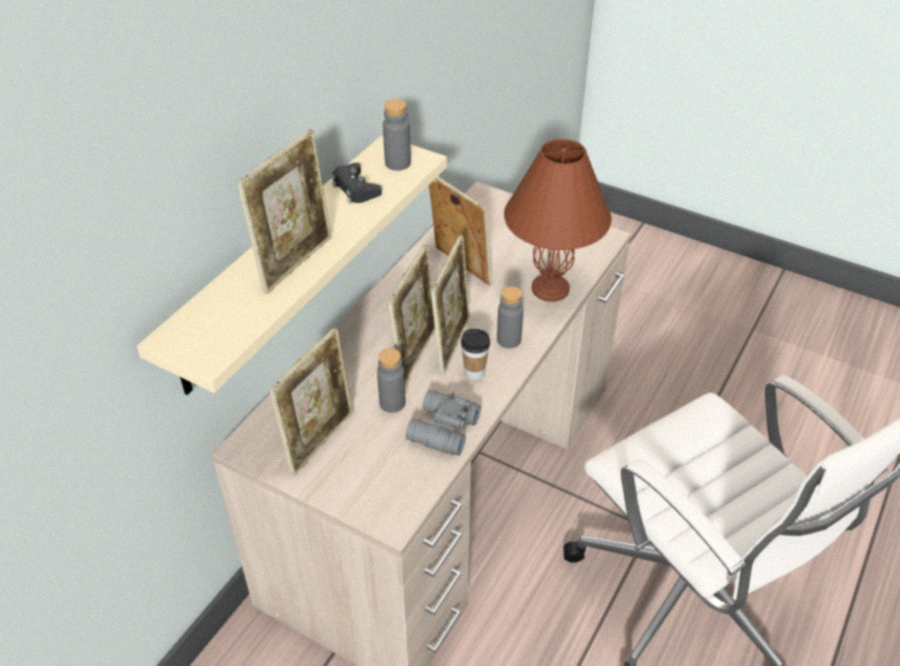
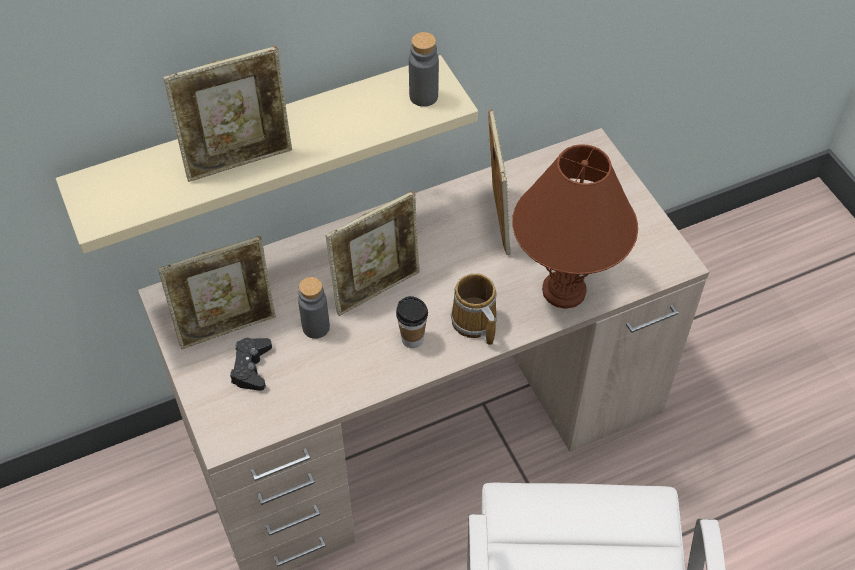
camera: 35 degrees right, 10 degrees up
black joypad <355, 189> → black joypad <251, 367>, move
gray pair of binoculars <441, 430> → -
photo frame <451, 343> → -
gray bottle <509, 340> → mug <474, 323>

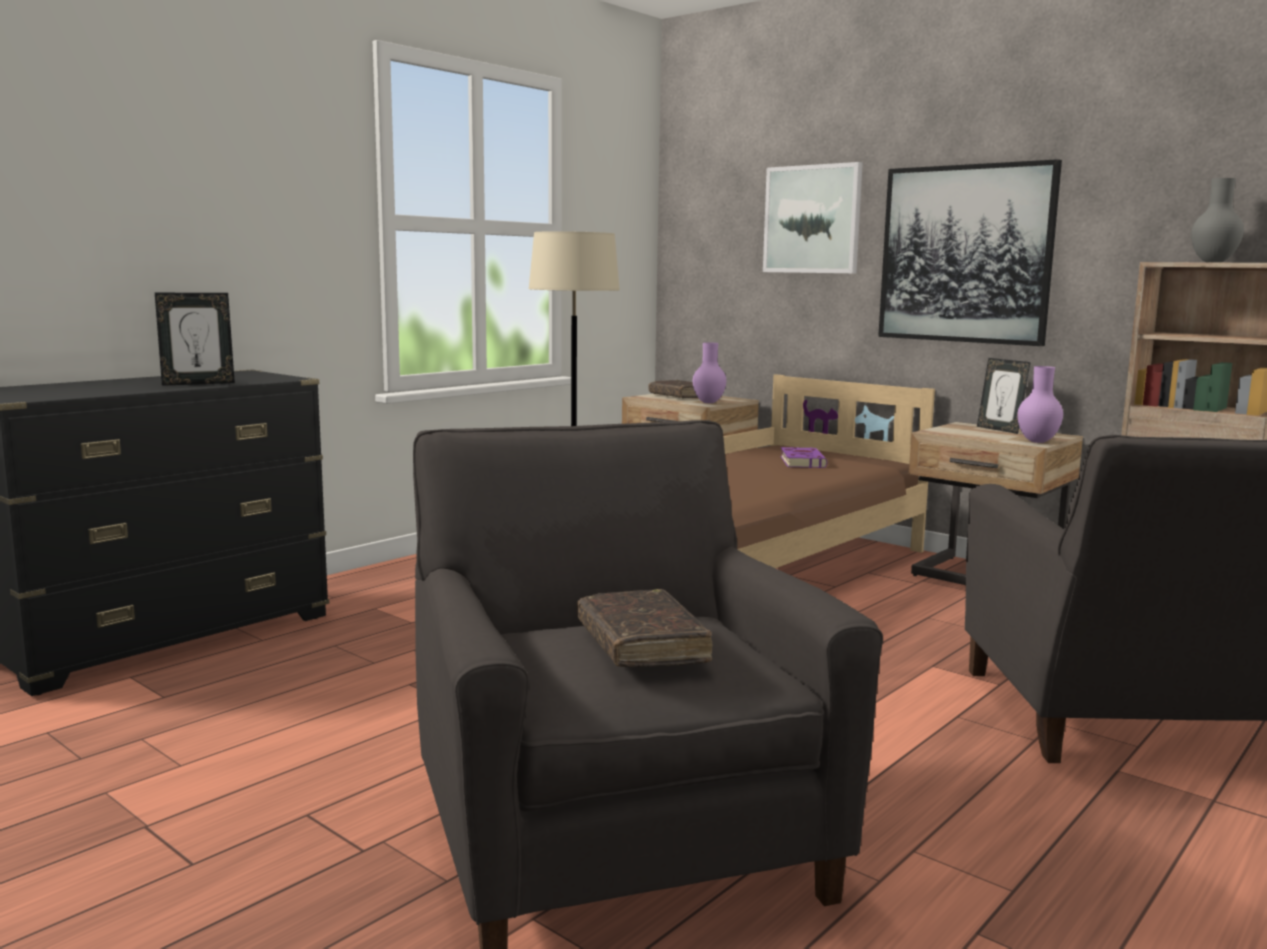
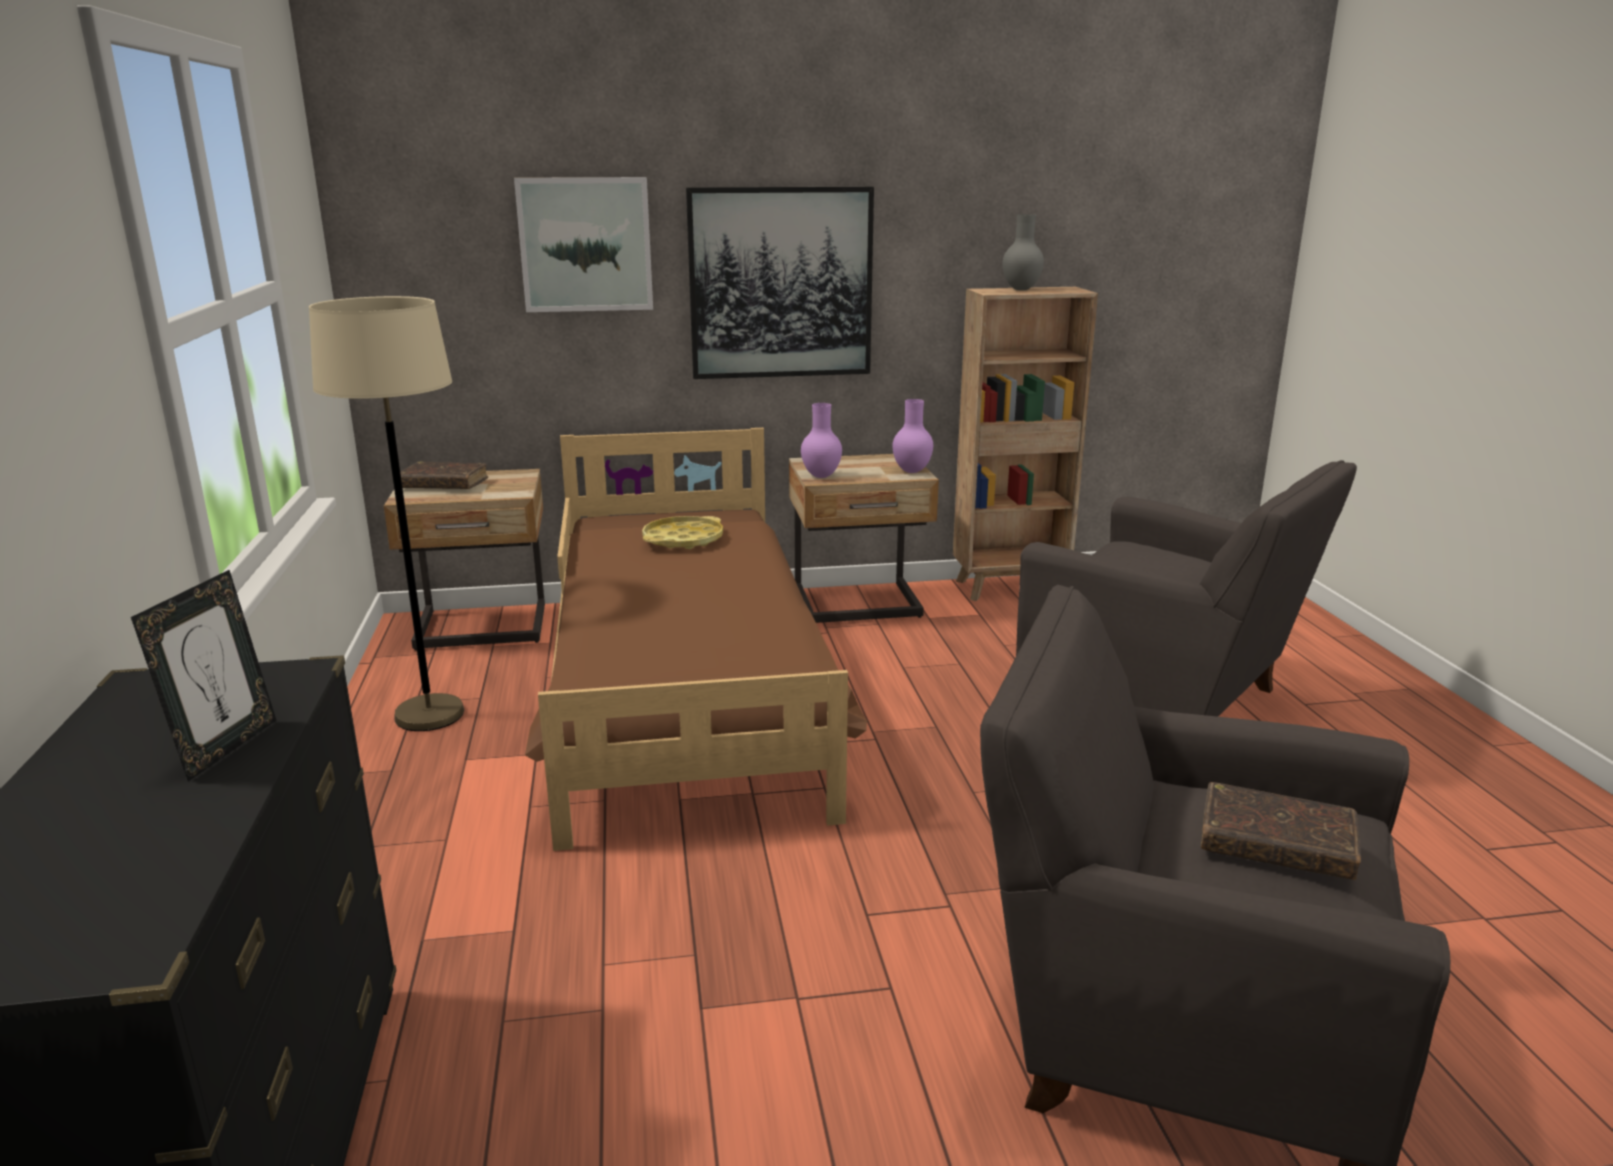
camera: 50 degrees left, 10 degrees up
purplish vase <708, 402> → purplish vase <821, 476>, move
purplish volume <802, 462> → yellowish tray <683, 540>
photo frame <1000, 429> → -

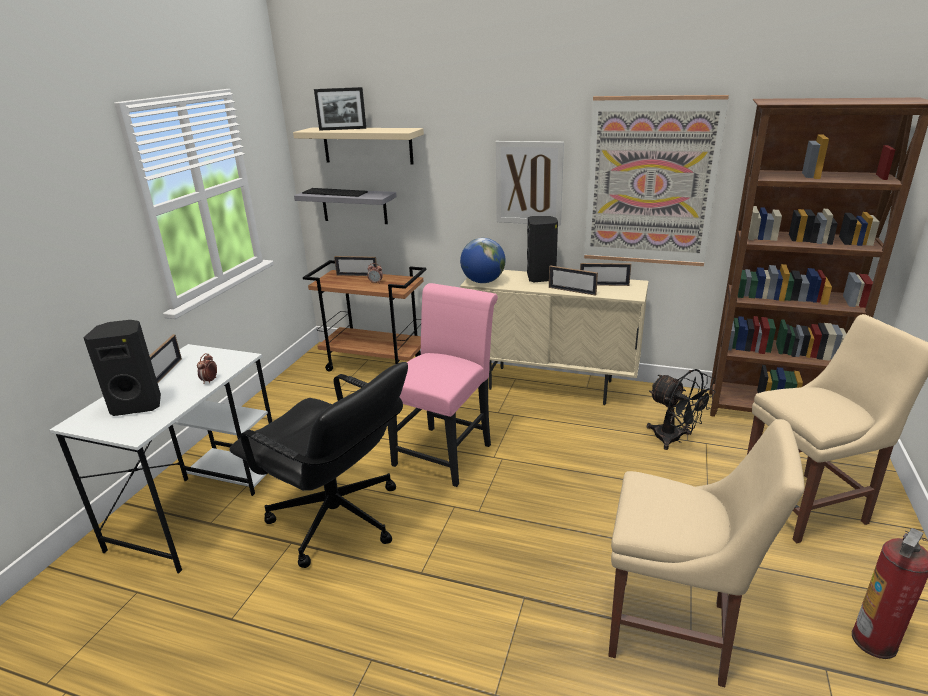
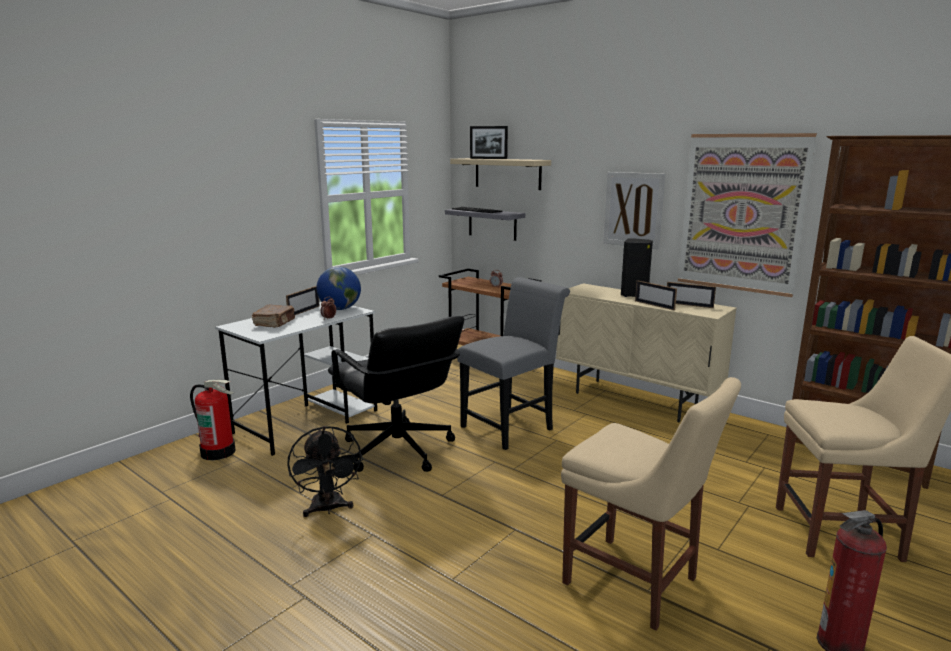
camera: 20 degrees right, 10 degrees down
black loudspeaker <138, 405> → brownish volume <275, 323>
photo frame <357, 275> → -
pink-coloured plain chair <446, 451> → gray plain chair <511, 426>
world globe <483, 281> → world globe <340, 309>, move
black fan <674, 439> → black fan <328, 509>, move
- → fire extinguisher <218, 452>

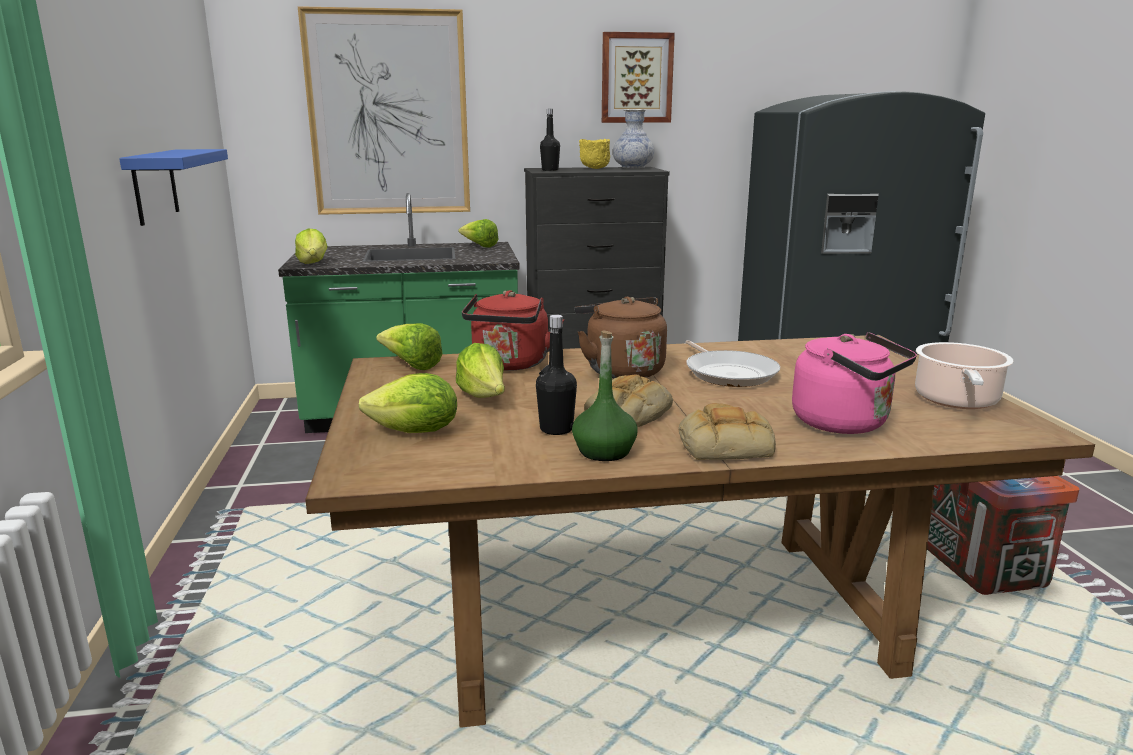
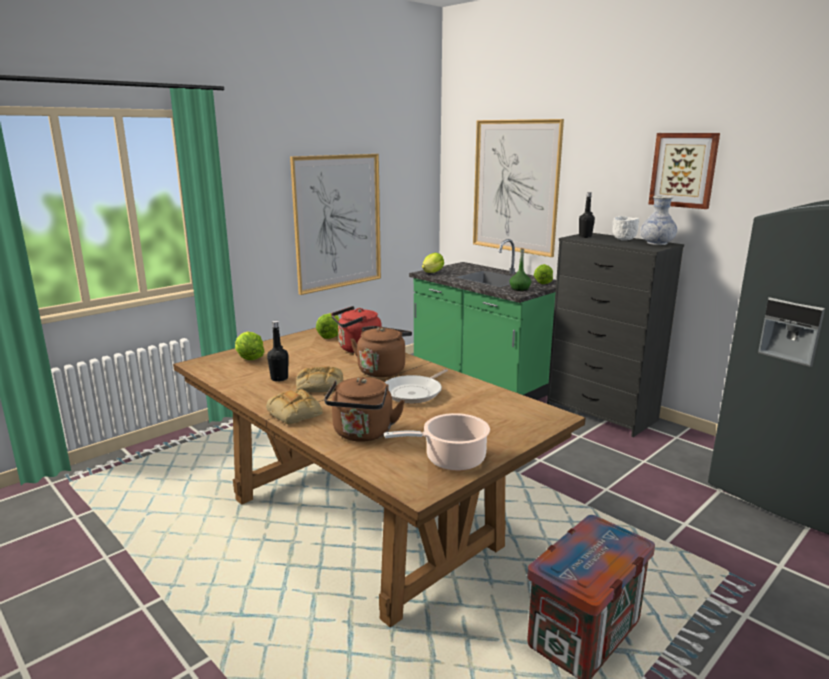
camera: 55 degrees right, 0 degrees up
blue-coloured wall shelf <155, 186> → wall art <338, 222>
head of lettuce <484, 398> → -
green-coloured bottle <604, 451> → green-coloured bottle <520, 289>, move
yellowish serving bowl <595, 168> → whitish serving bowl <624, 240>
pink-coloured tea kettle <845, 424> → brownish tea kettle <362, 434>

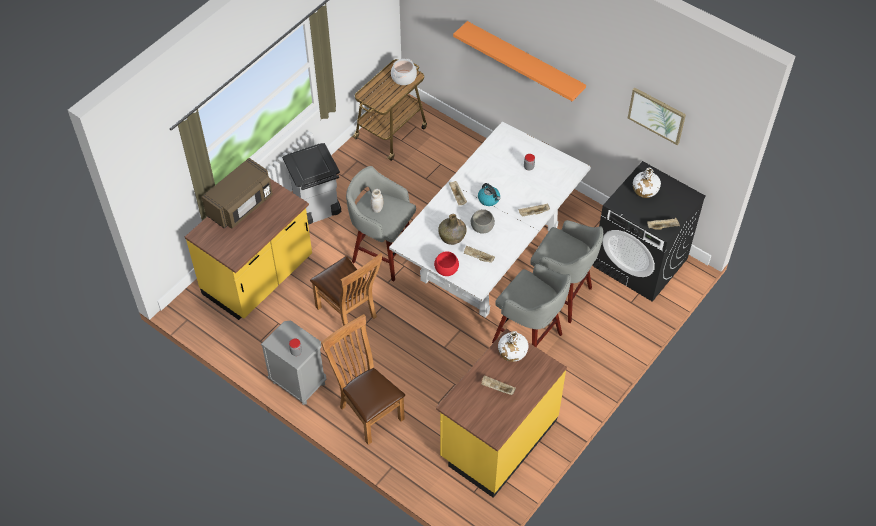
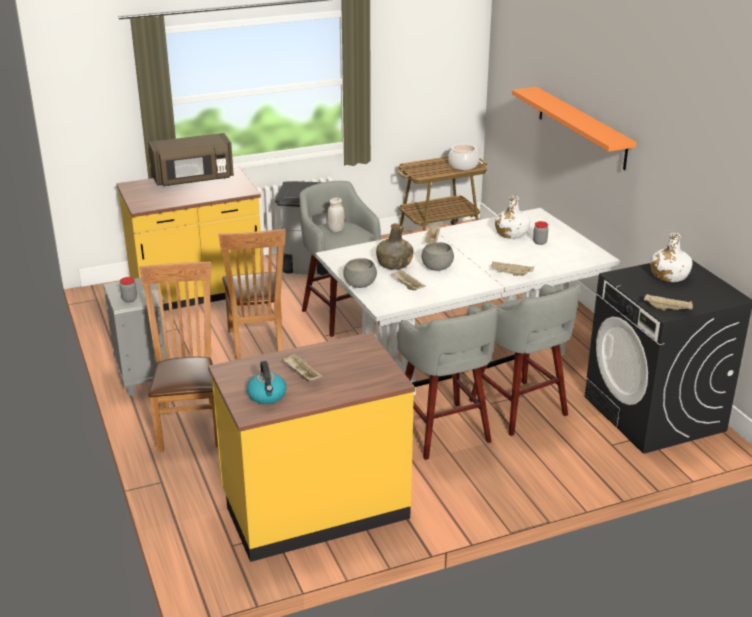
camera: 30 degrees right, 25 degrees down
red-coloured serving bowl <446, 269> → gray serving bowl <360, 284>
tea kettle <489, 199> → tea kettle <267, 396>, move
whitish bottle <512, 352> → whitish bottle <511, 234>, move
wall art <657, 115> → -

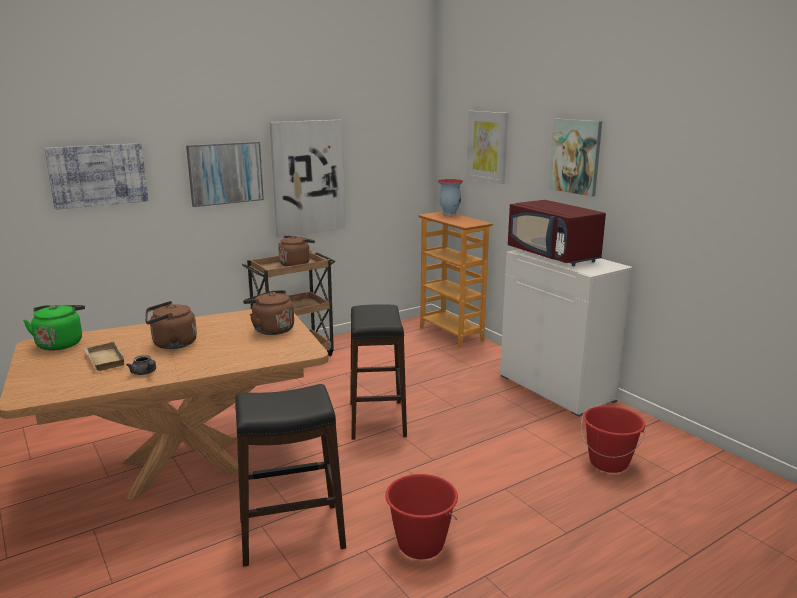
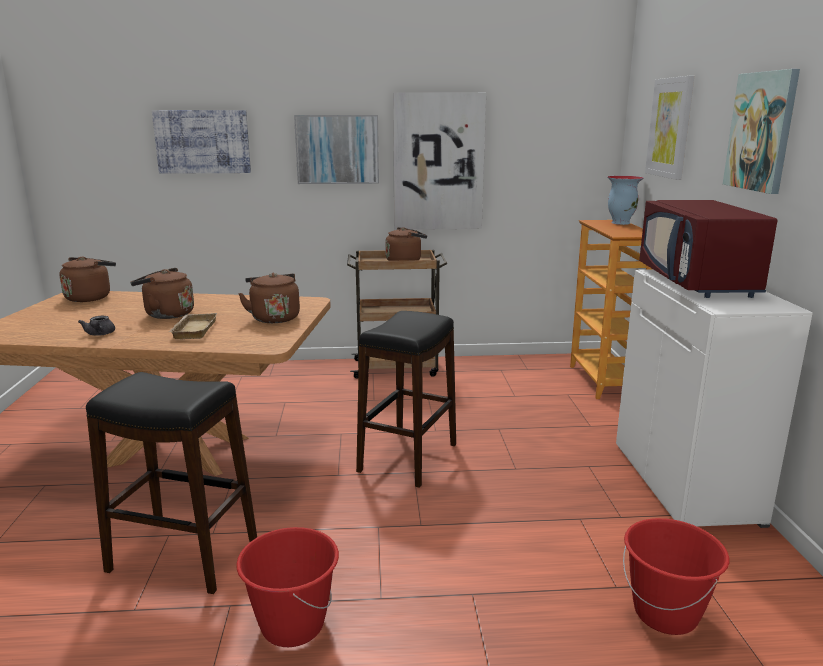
camera: 30 degrees right, 0 degrees up
green-coloured tea kettle <60, 343> → brownish tea kettle <90, 297>
beige tray <103, 360> → beige tray <193, 330>, move

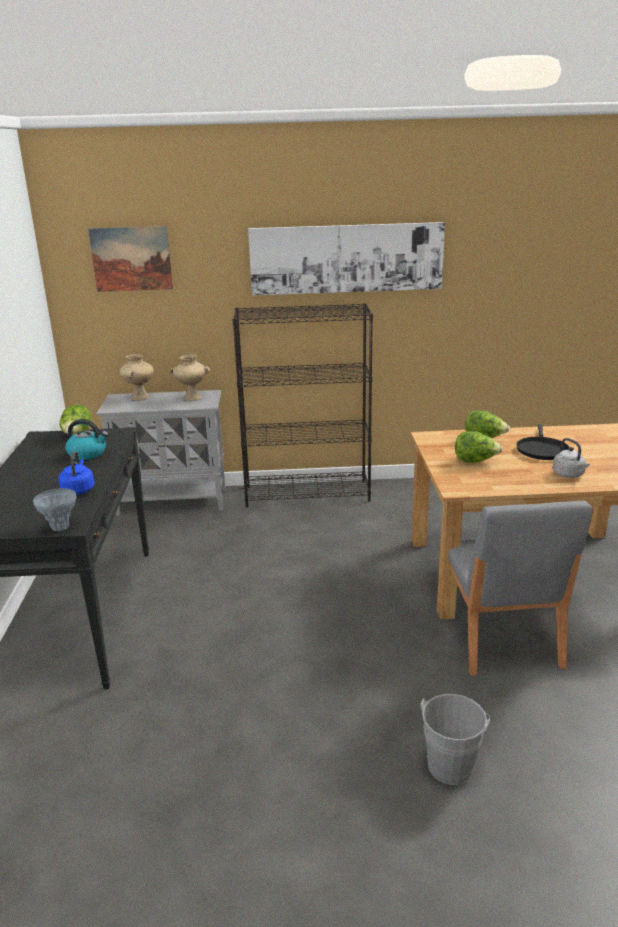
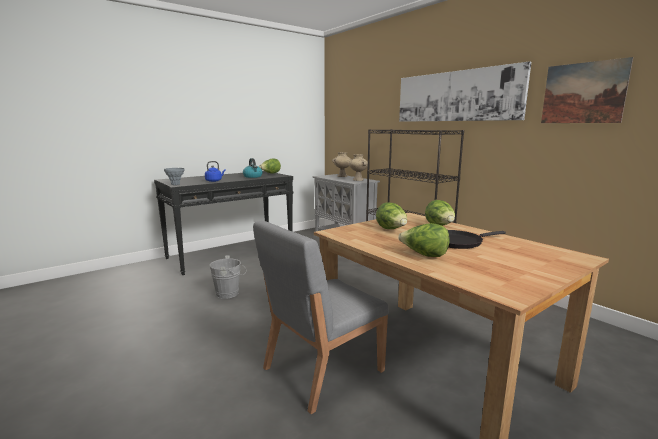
camera: 55 degrees right, 10 degrees down
wall art <131, 259> → wall art <583, 93>, move
gray bucket <452, 763> → gray bucket <230, 293>, move
gray tea kettle <569, 475> → head of lettuce <424, 255>

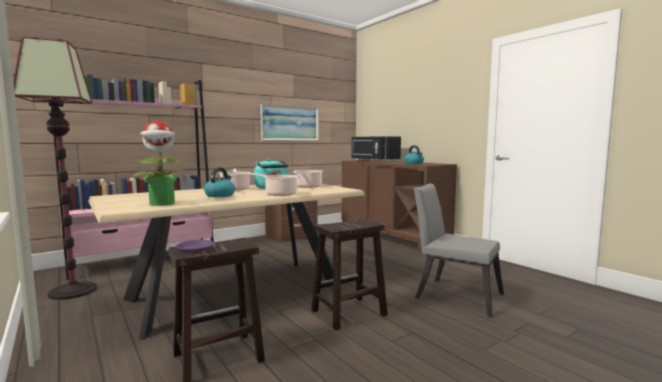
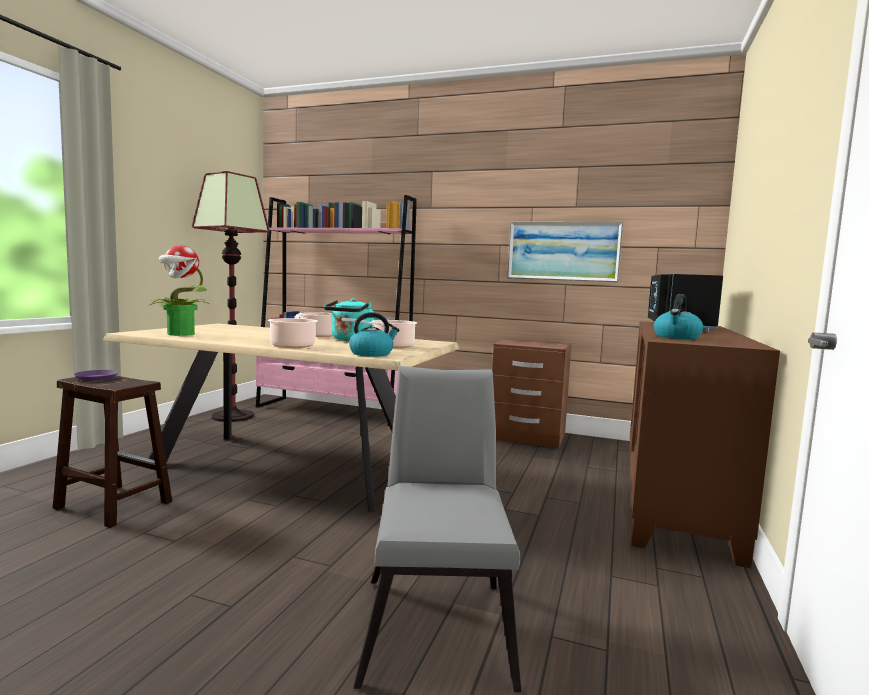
camera: 55 degrees right, 0 degrees up
tea kettle <220, 195> → tea kettle <372, 354>, move
brownish sitting stool <348, 313> → -

